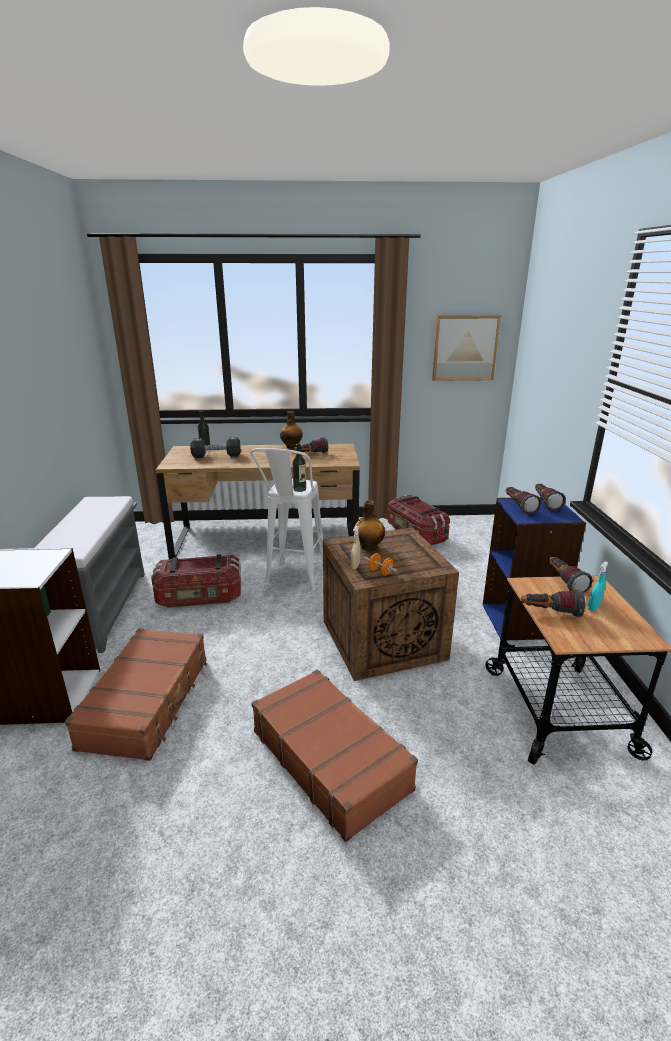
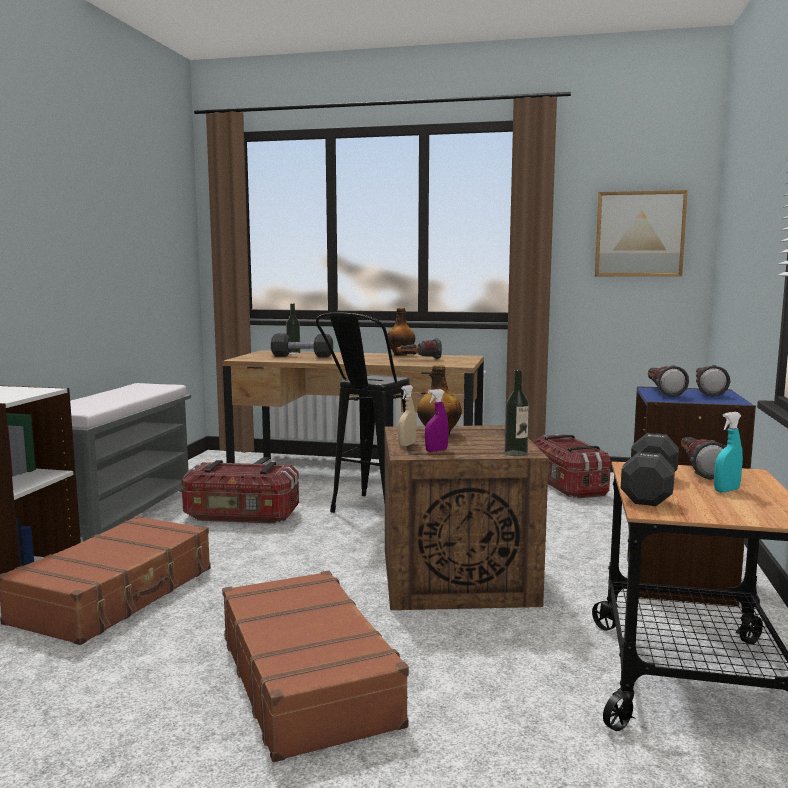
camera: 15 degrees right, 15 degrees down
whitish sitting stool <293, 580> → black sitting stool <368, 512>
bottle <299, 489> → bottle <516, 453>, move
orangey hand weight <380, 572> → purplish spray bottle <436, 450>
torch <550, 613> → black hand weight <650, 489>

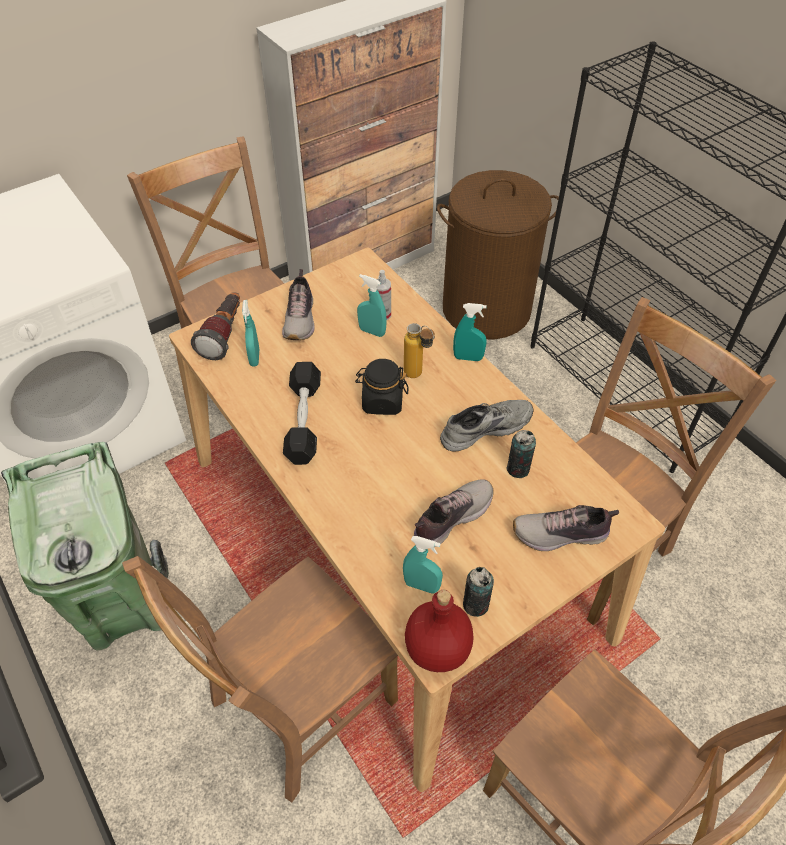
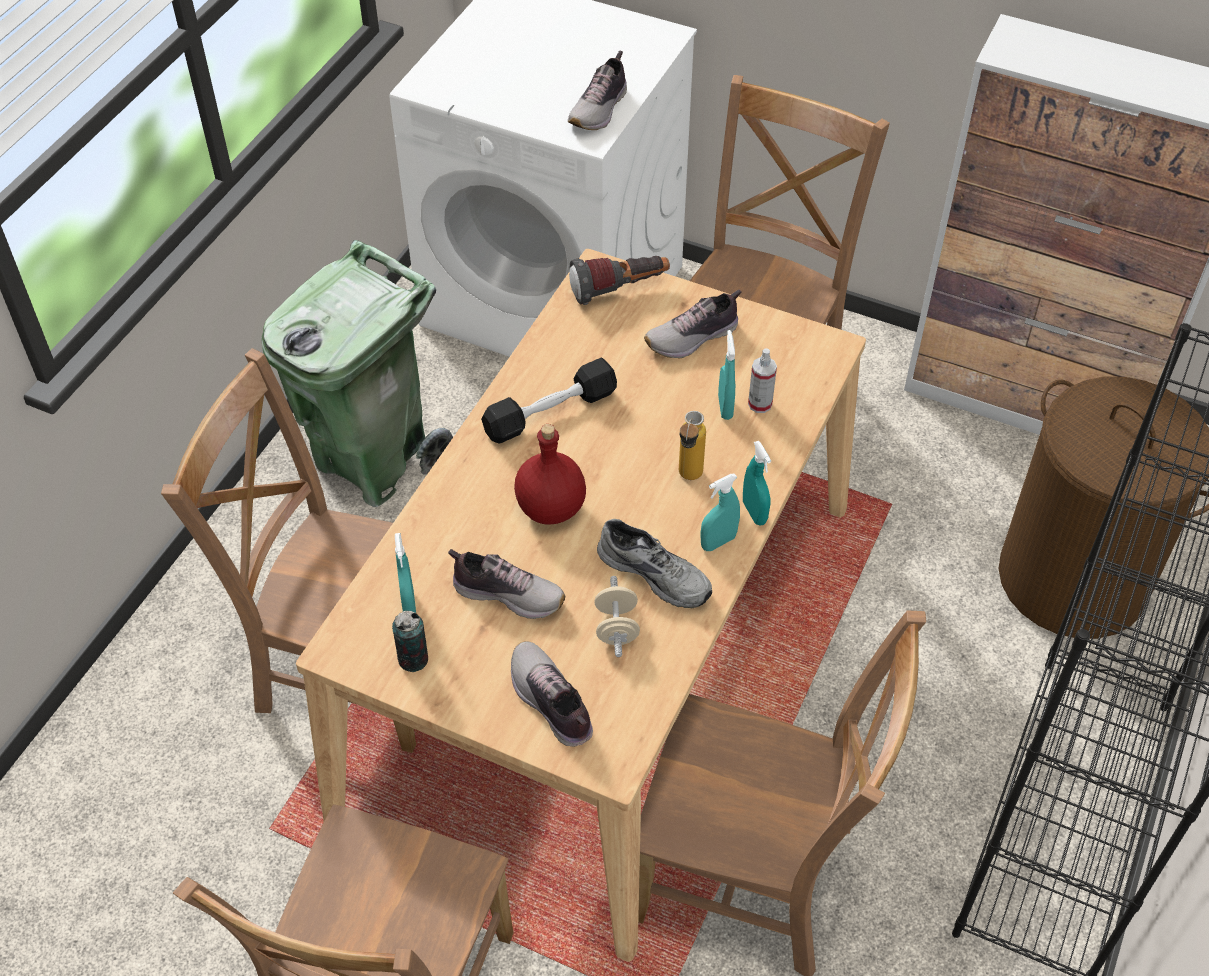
camera: 60 degrees right, 0 degrees up
turquoise spray bottle <254, 358> → turquoise spray bottle <718, 542>, move
black jar <382, 401> → -
red-coloured bottle <438, 649> → red-coloured bottle <551, 509>, move
can <518, 469> → beige hand weight <616, 628>
- → shoe <600, 109>

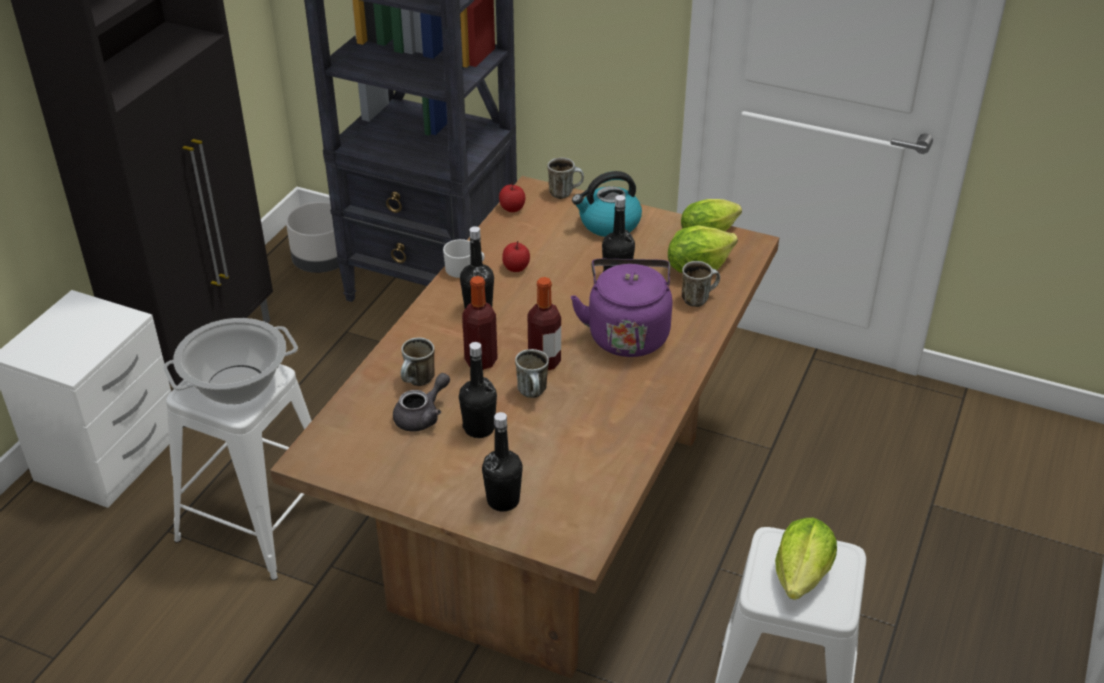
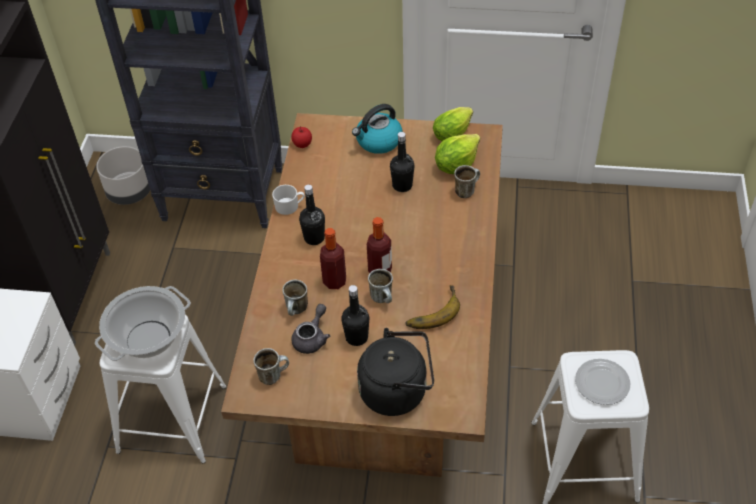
camera: 15 degrees left, 10 degrees up
black bottle <503, 500> → black tea kettle <397, 390>
whole apple <516, 267> → -
mug <565, 193> → mug <273, 375>, move
purplish tea kettle <627, 334> → -
head of lettuce <802, 575> → plate <602, 383>
- → banana <431, 310>

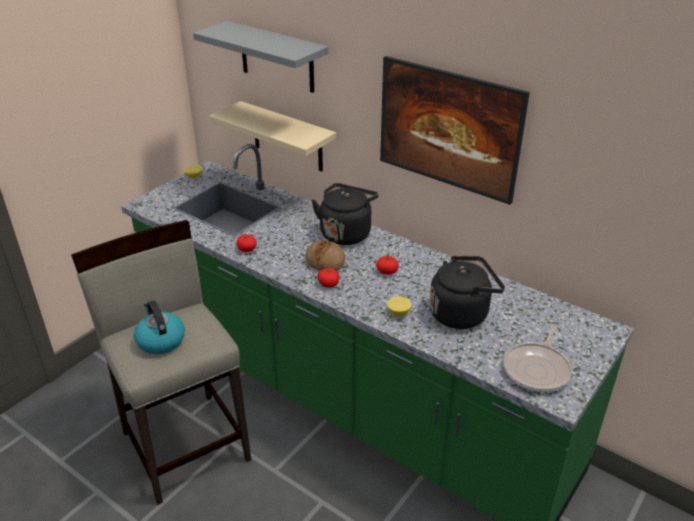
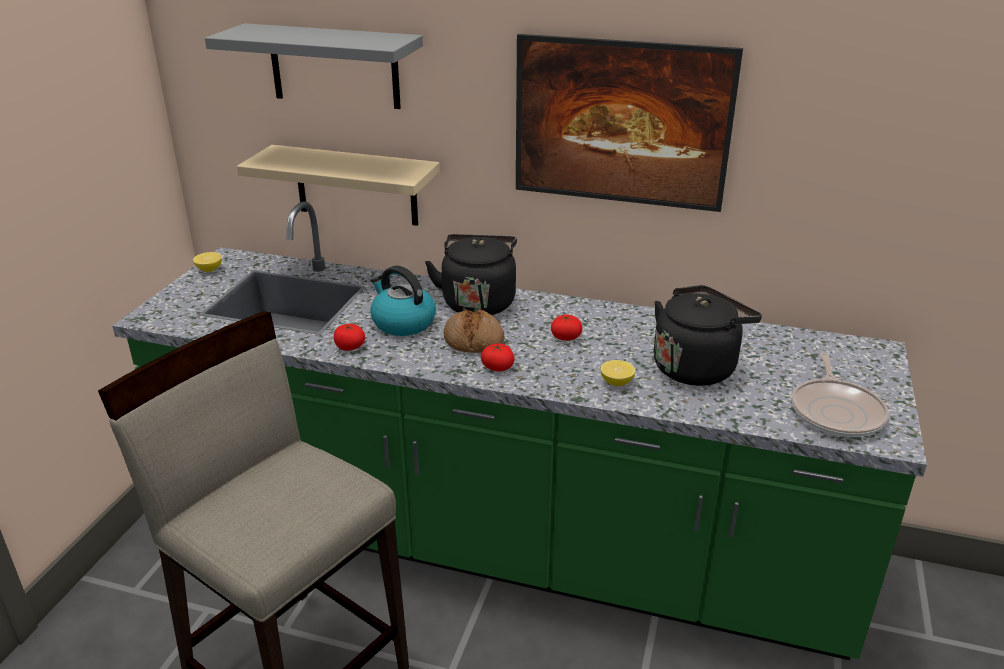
camera: 20 degrees left, 5 degrees down
tea kettle <160, 340> → tea kettle <402, 323>, move

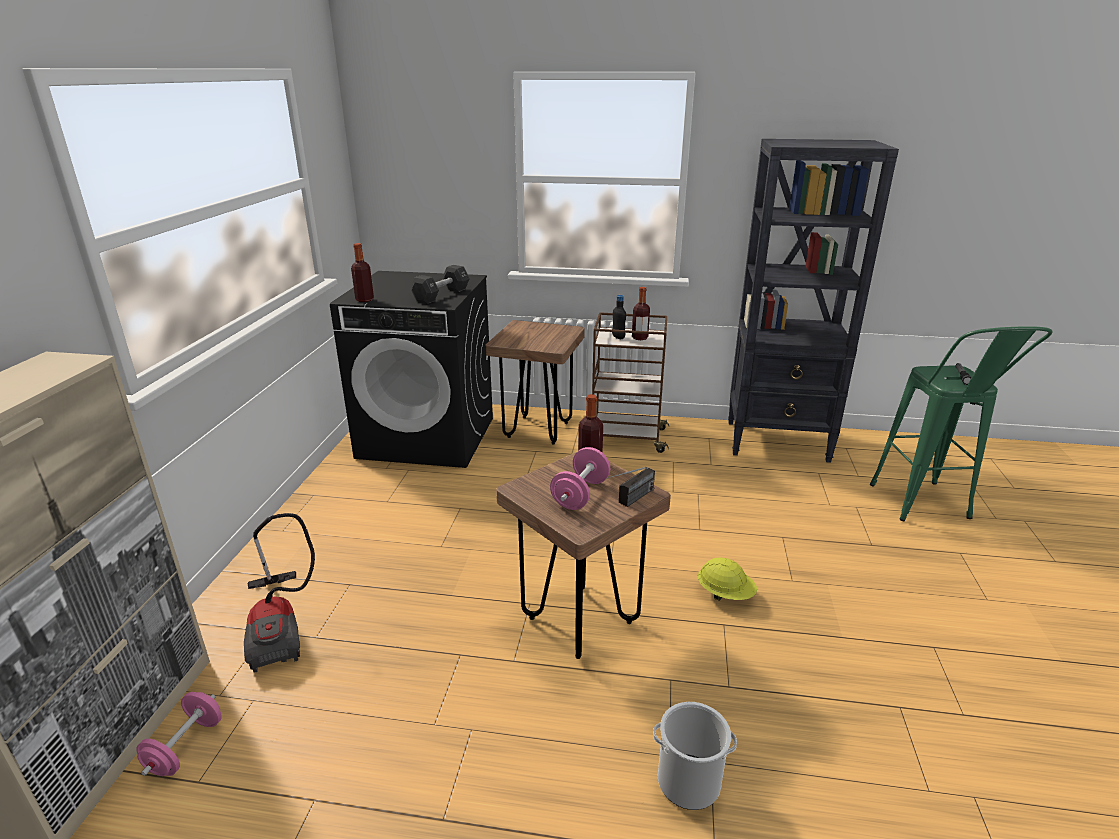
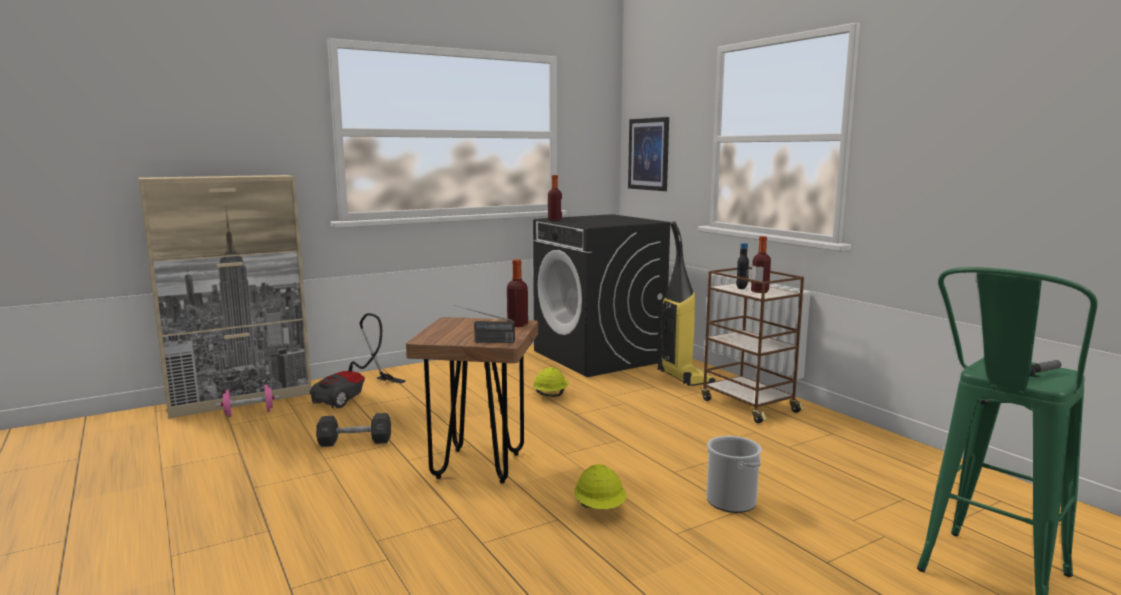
camera: 50 degrees right, 15 degrees down
black hand weight <441, 295> → black hand weight <355, 441>, move
brownish sitting stool <537, 430> → hoover <683, 377>
pink-coloured hand weight <580, 494> → -
bucket <688, 781> → bucket <731, 501>, move
black shelving unit <778, 441> → -
- → yellowish hard hat <550, 395>
- → wall art <648, 154>

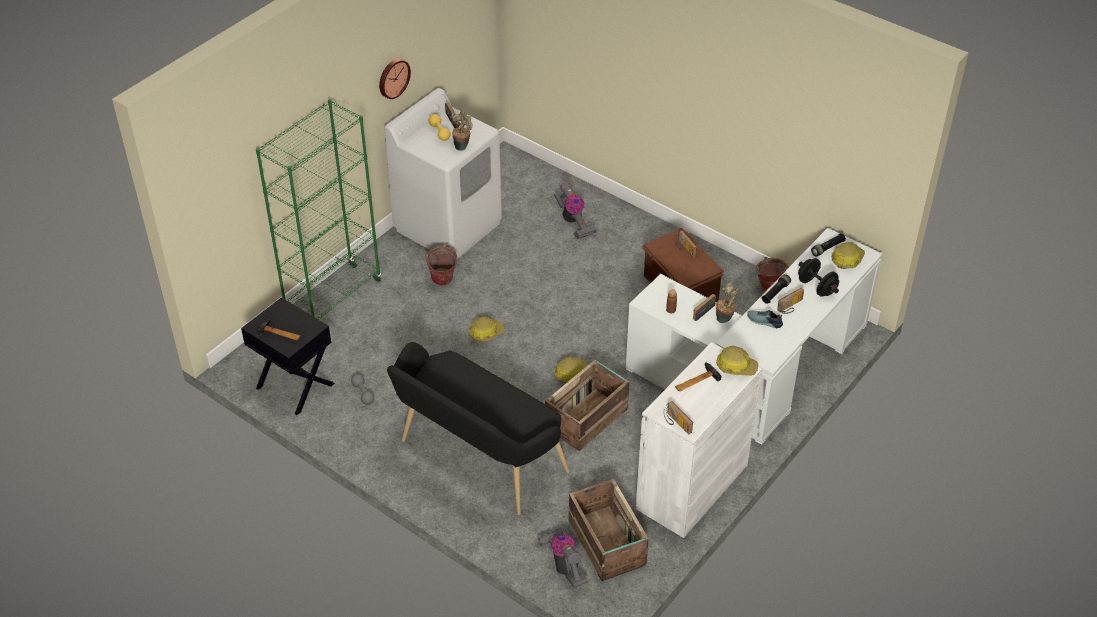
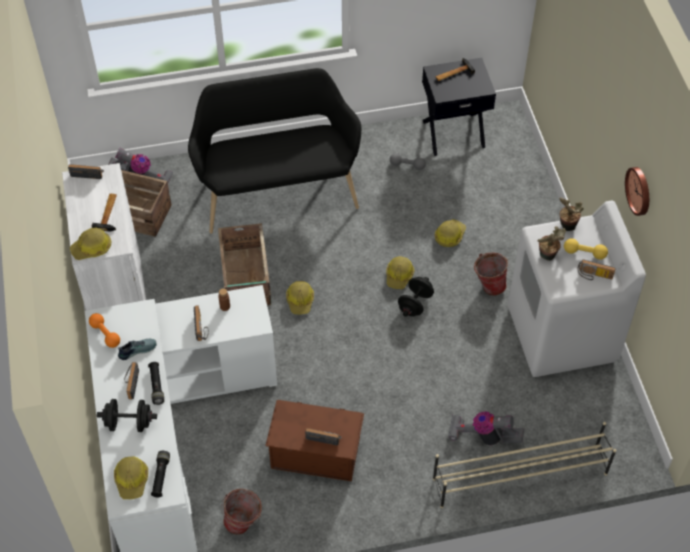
camera: 130 degrees right, 10 degrees up
green-coloured shelving unit <333, 298> → -
potted plant <725, 319> → potted plant <566, 227>, move
- → orangey hand weight <105, 334>
- → black hand weight <415, 304>
- → beige shoe stand <519, 476>
- → hard hat <449, 236>

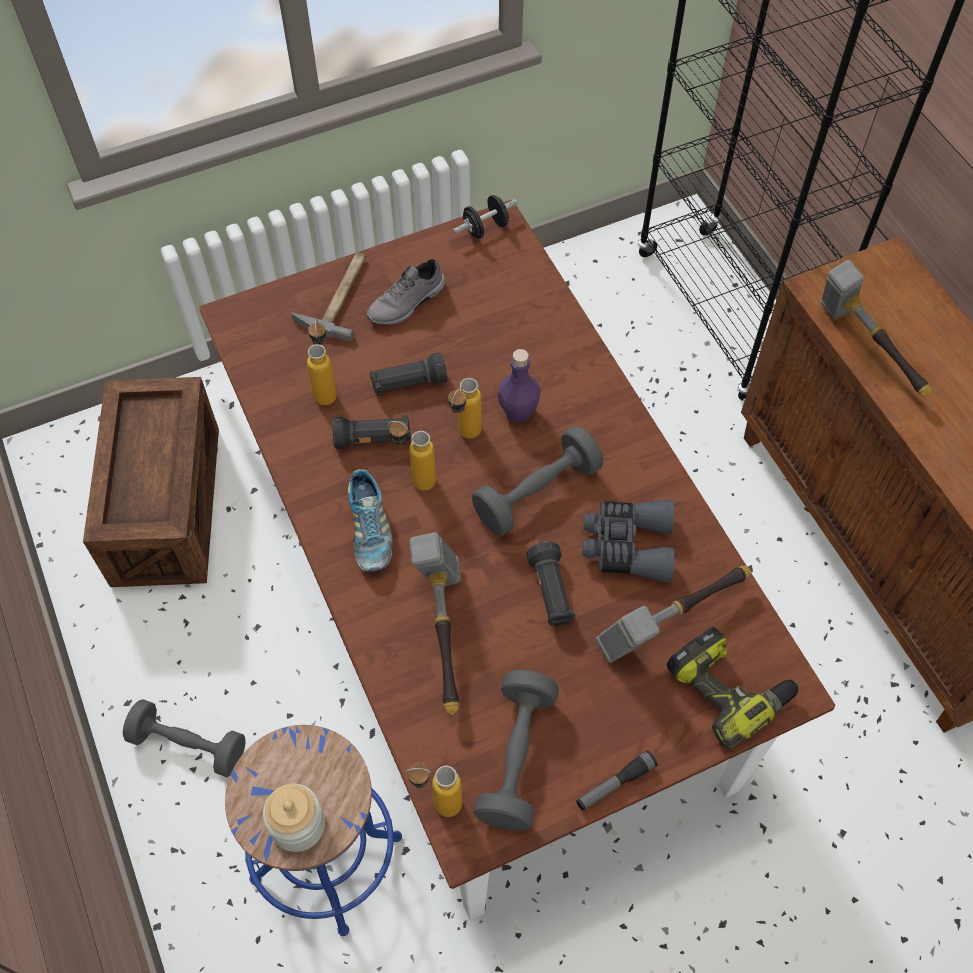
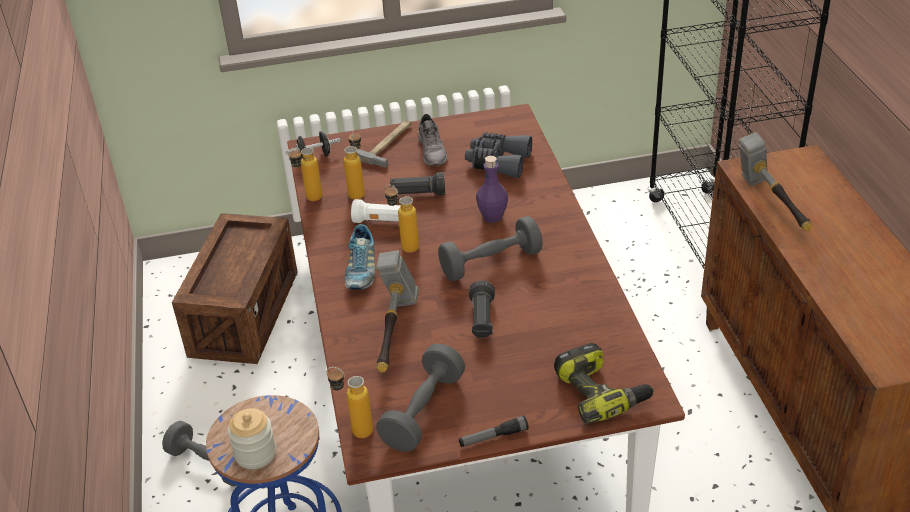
camera: 15 degrees right, 20 degrees down
black torch <373, 439> → whitish torch <382, 221>
gray shoe <407, 303> → gray shoe <432, 151>, 75 degrees counterclockwise
bottle <464, 437> → bottle <309, 200>, move
black hand weight <485, 228> → black hand weight <315, 157>, move
gray pair of binoculars <627, 546> → gray pair of binoculars <498, 162>, move
hammer <670, 623> → -

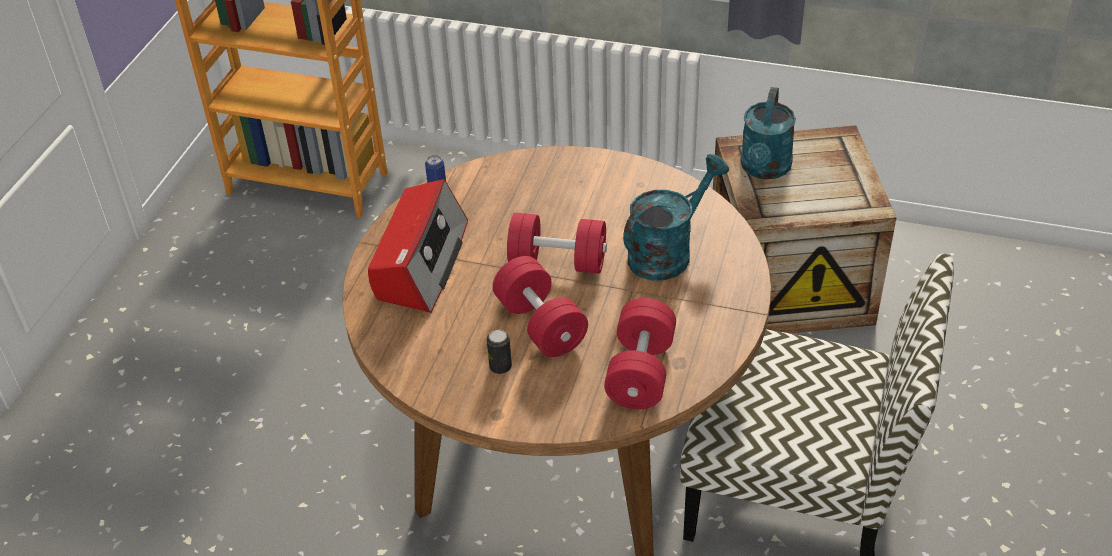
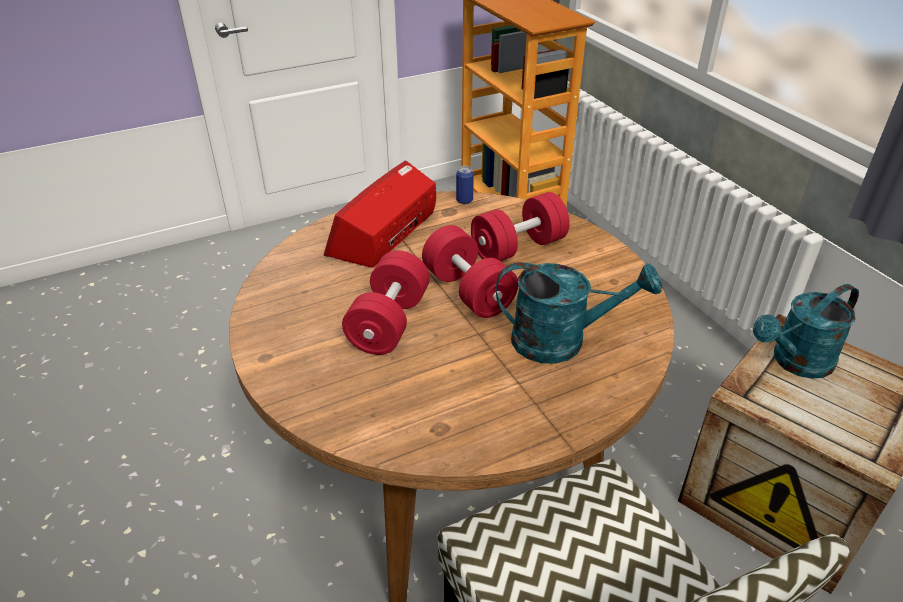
camera: 45 degrees right, 5 degrees down
radio set <420, 262> → radio set <384, 233>, 150 degrees clockwise
can <500, 367> → -
red-coloured hand weight <640, 372> → red-coloured hand weight <518, 248>, move

